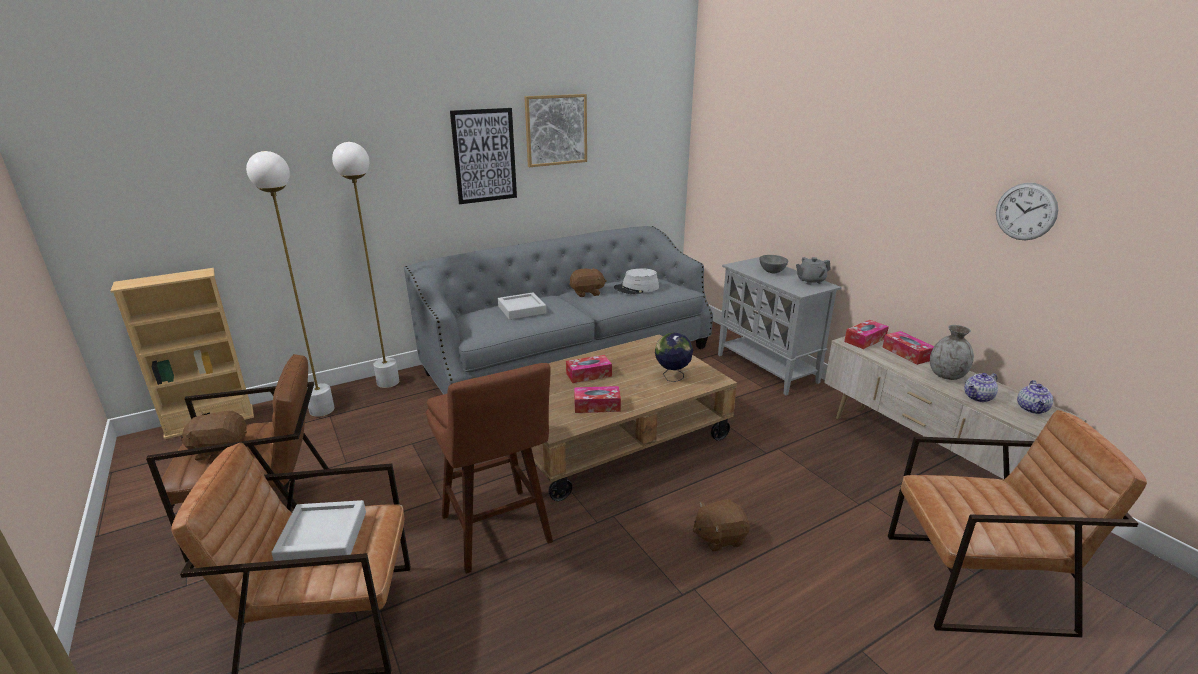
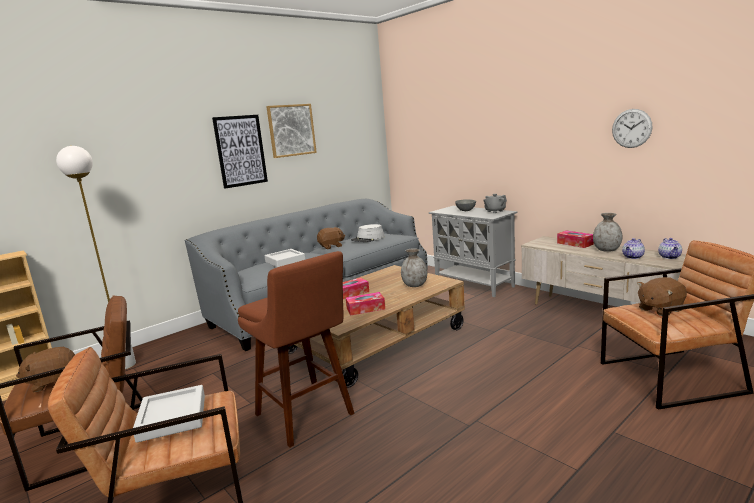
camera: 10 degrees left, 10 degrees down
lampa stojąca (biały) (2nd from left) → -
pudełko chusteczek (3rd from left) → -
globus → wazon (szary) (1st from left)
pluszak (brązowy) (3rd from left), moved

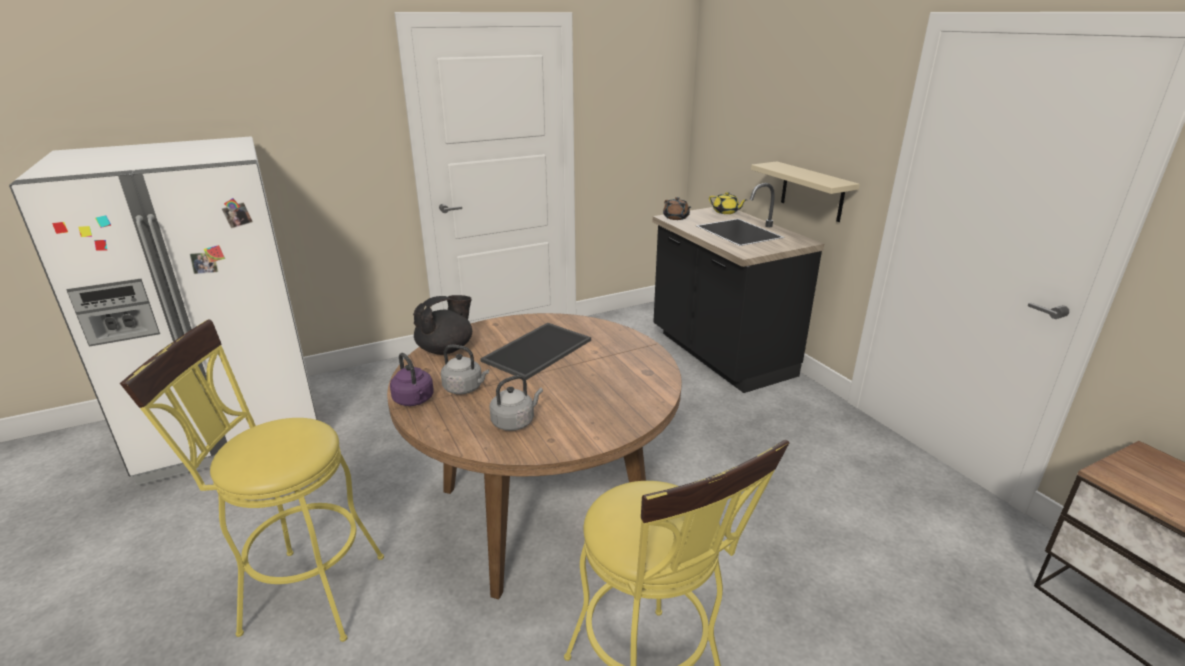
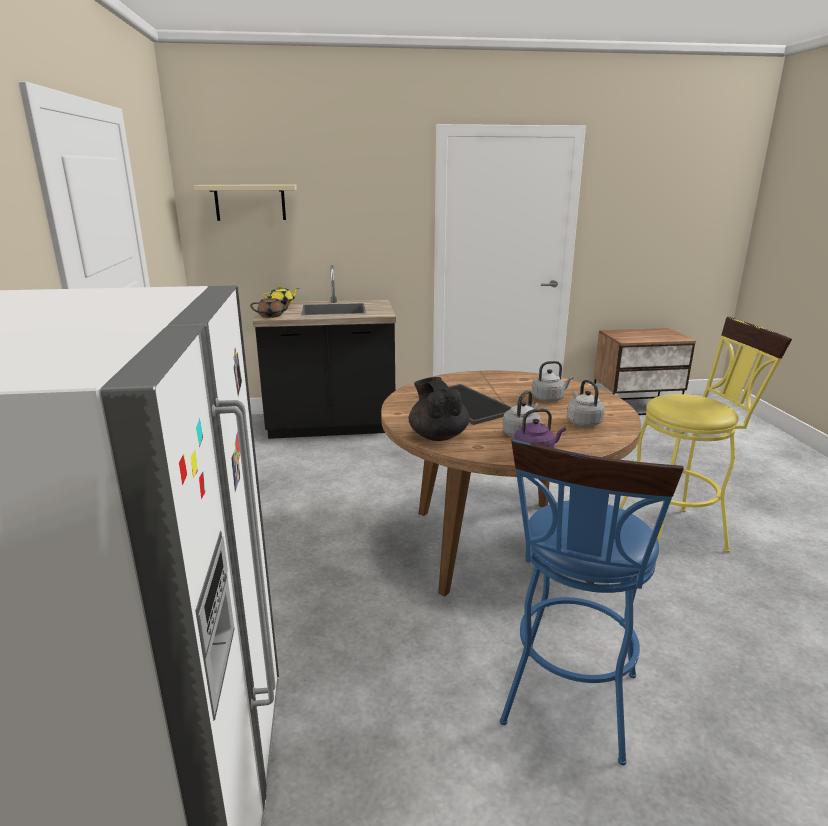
camera: 70 degrees left, 5 degrees down
półka (beżowy), moved
stołek (żółty) (1st from left) → stołek (niebieski)
- → czajnik (szary) (2nd from left)

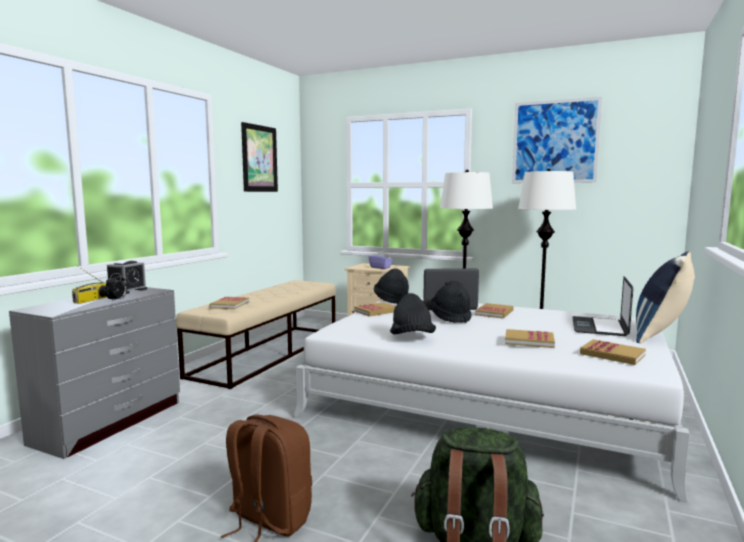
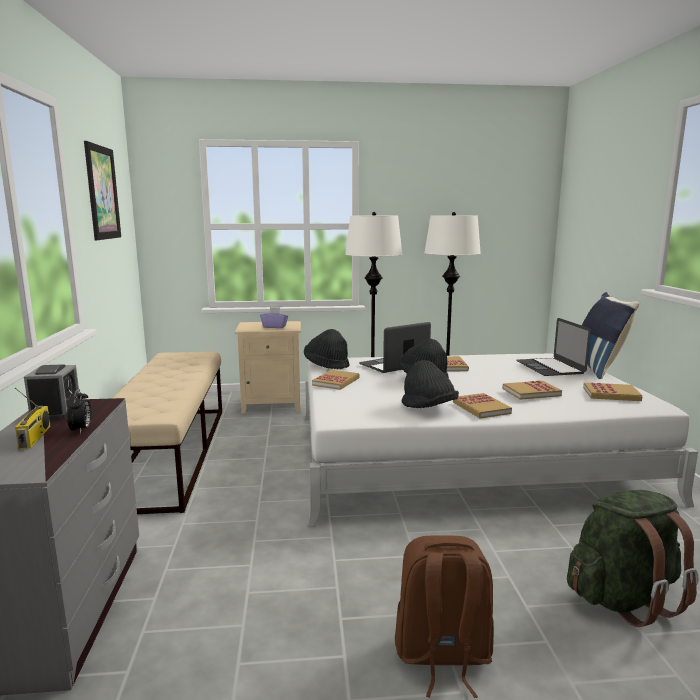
camera: 30 degrees left, 5 degrees up
obraz (2nd from left) → -
książka (1st from left in the first image) → książka (3rd from left), moved

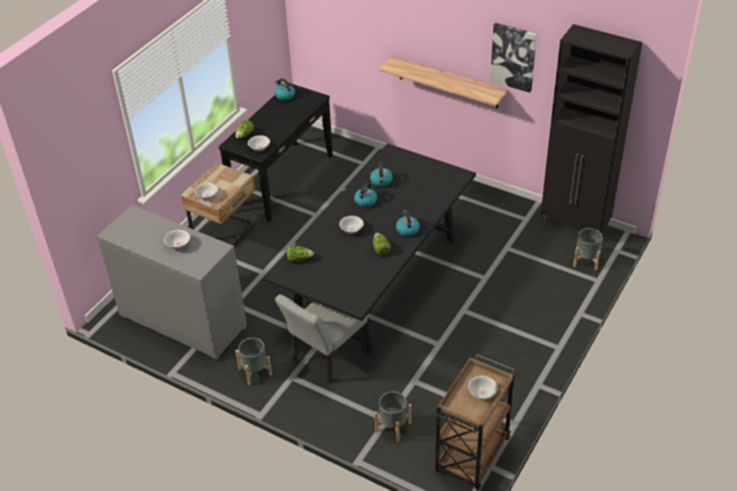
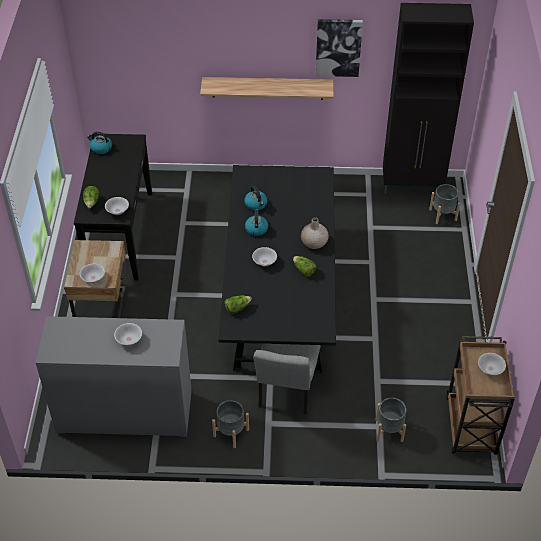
camera: 30 degrees left, 5 degrees up
czajnik (4th from left) → wazon (beżowy)

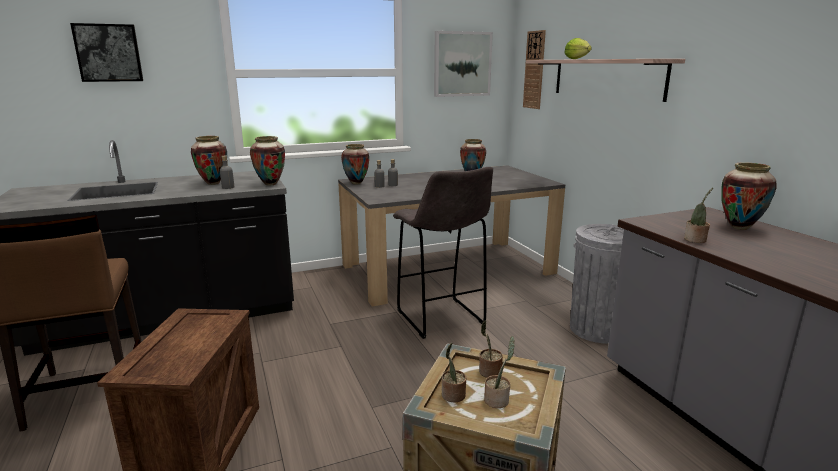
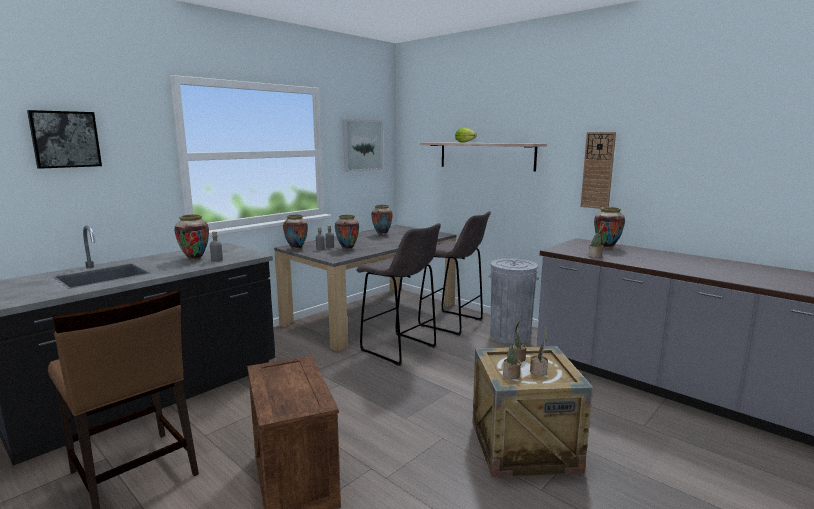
camera: 25 degrees left, 5 degrees down
zegar ścienny, moved
wazon (2nd from left in the first image) → wazon (3rd from left), moved
- → stołek (szary) (2nd from left)

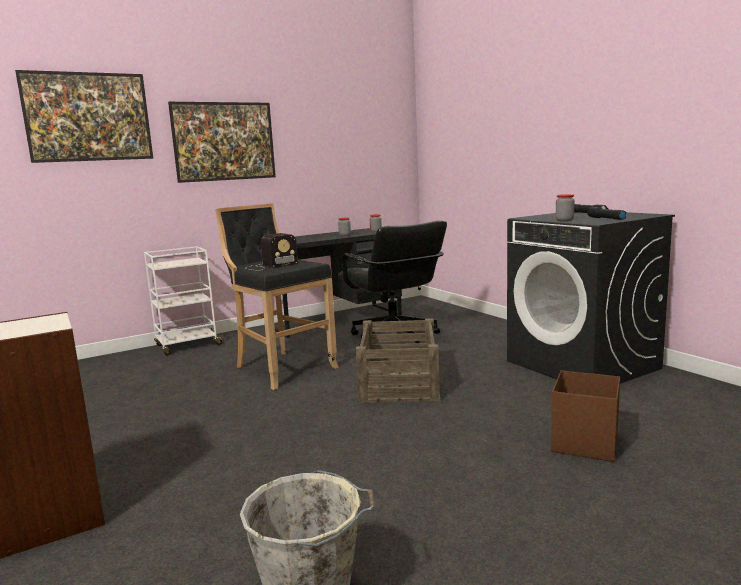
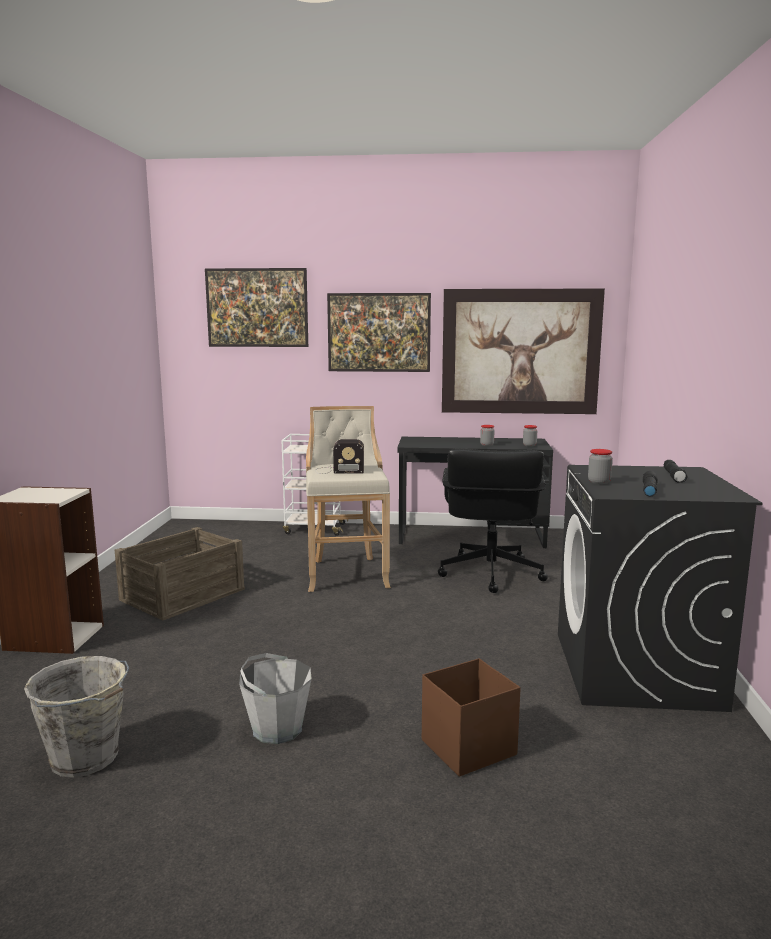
camera: 35 degrees right, 0 degrees up
stołek (czarny) → stołek (beżowy)
skrzynka, moved
- → obraz (3rd from left)
- → wiadro (szary) (2nd from left)

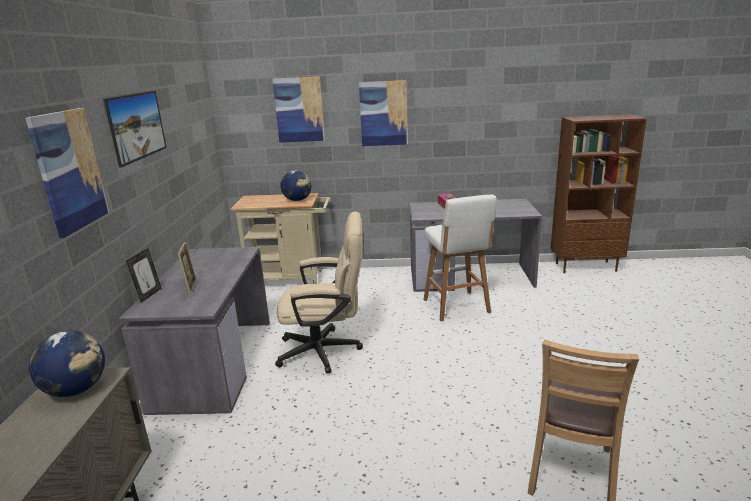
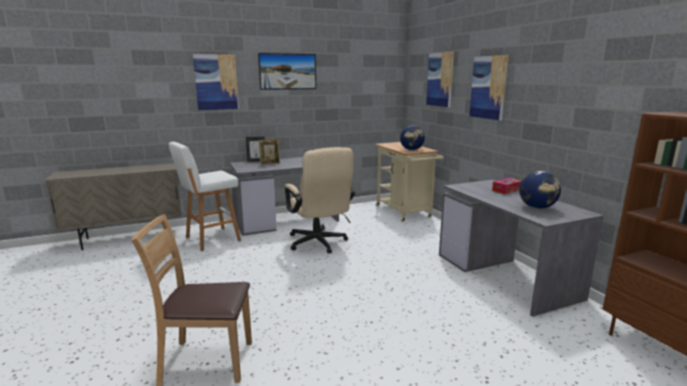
camera: 65 degrees right, 5 degrees down
stołek (biały), moved
globus (1st from left in the first image) → globus (2nd from left), moved

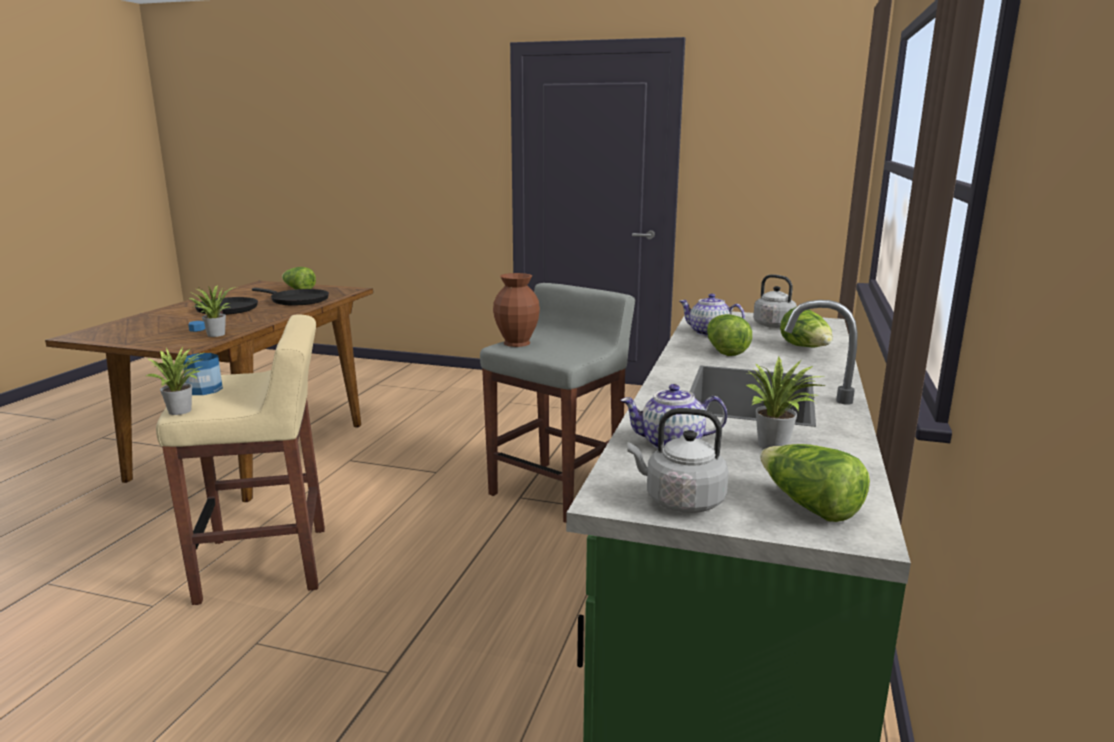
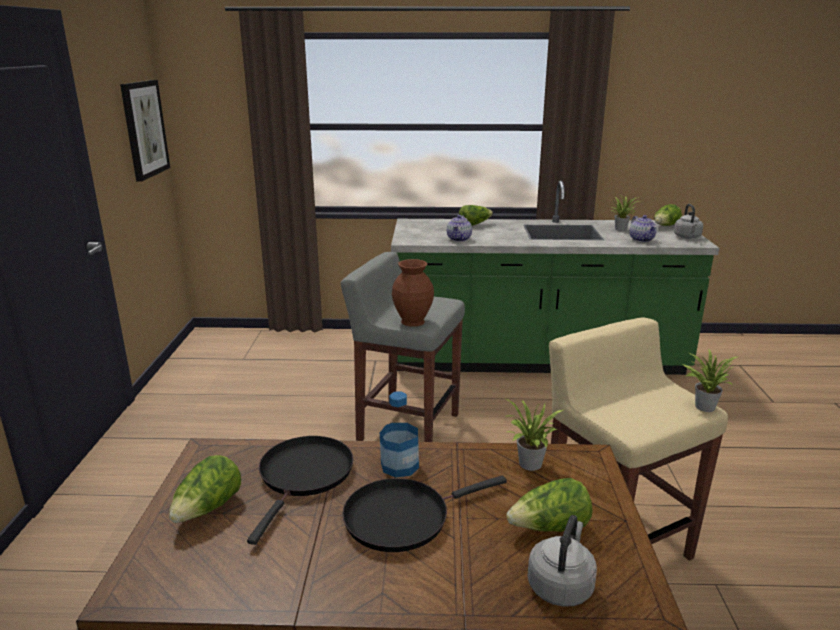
camera: 105 degrees left, 5 degrees up
czajnik (szary) (2nd from left in the first image) → czajnik (szary) (1st from left), moved
sałata (2nd from left in the first image) → sałata (3rd from left), moved
butelka, moved
- → obraz

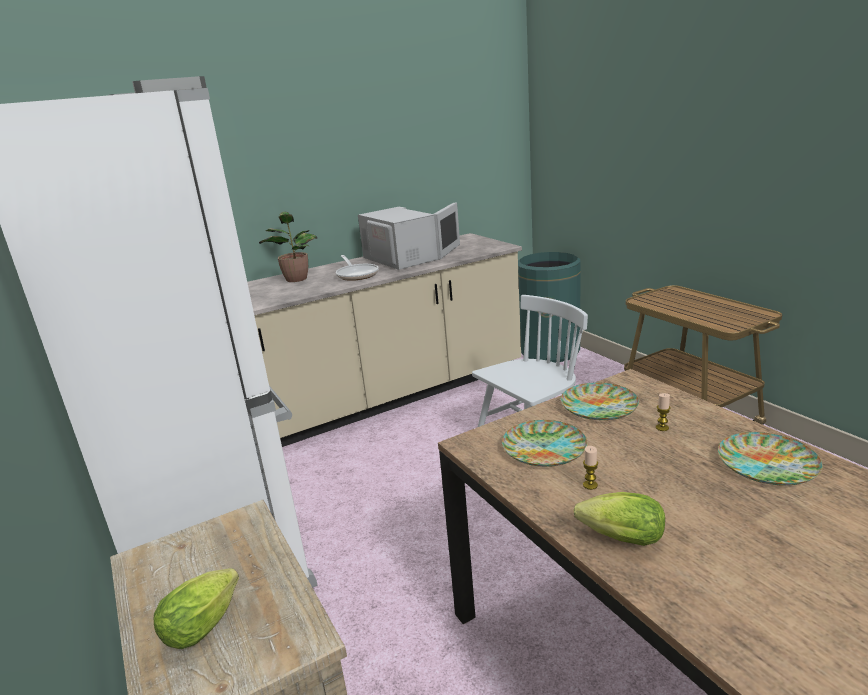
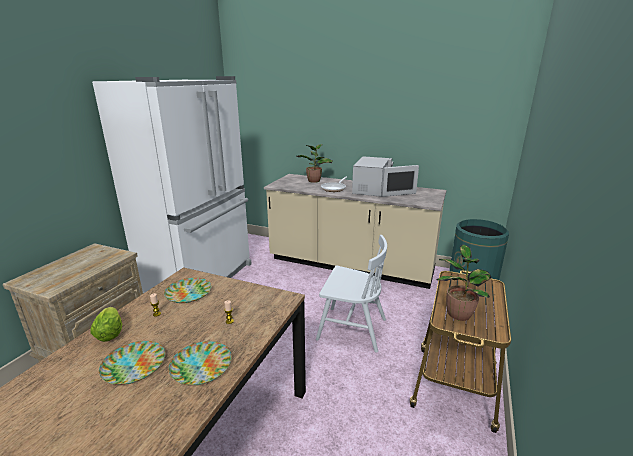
camera: 50 degrees right, 0 degrees up
talerz (2nd from left in the first image) → talerz (1st from left), moved
sałata (1st from left) → -
- → roślina doniczkowa (2nd from left)

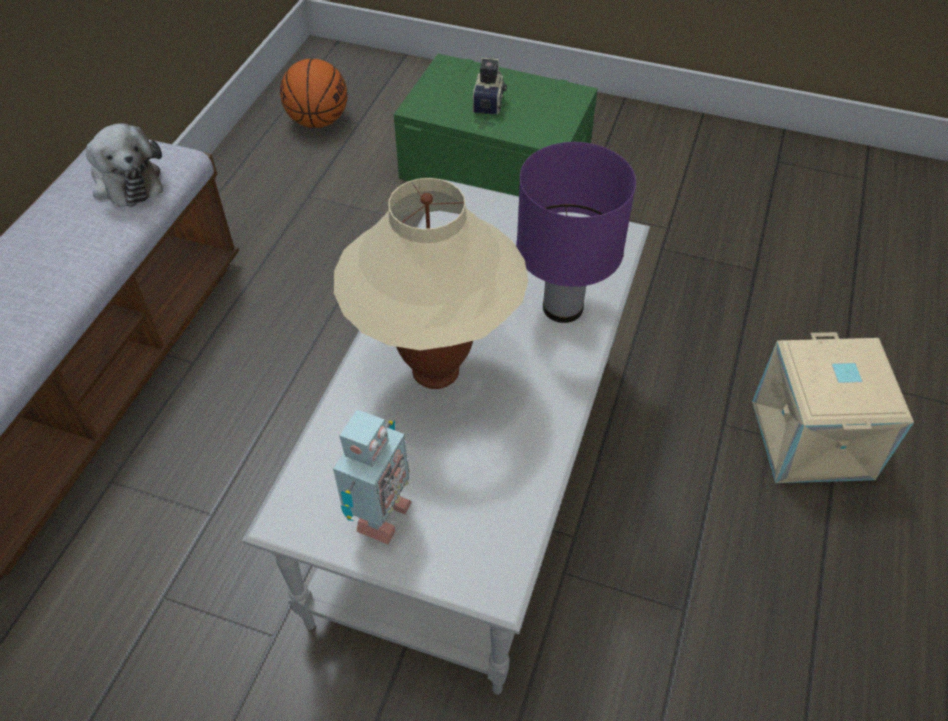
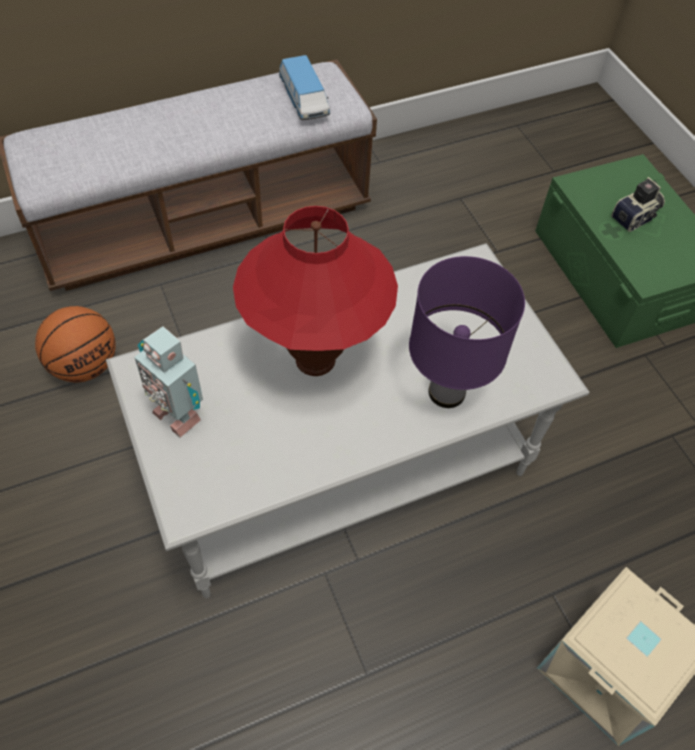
camera: 45 degrees right, 5 degrees up
piłka do koszykówki, moved
pluszak → samochodzik
lampa stołowa (beżowy) → lampa stołowa (czerwony)
robot zabawkowy, 60 degrees clockwise

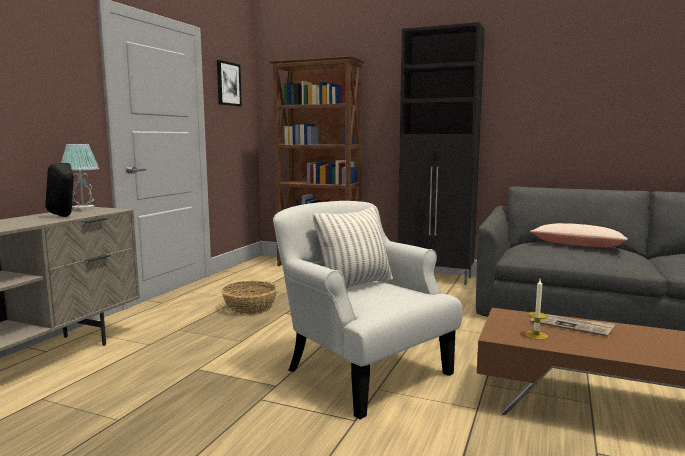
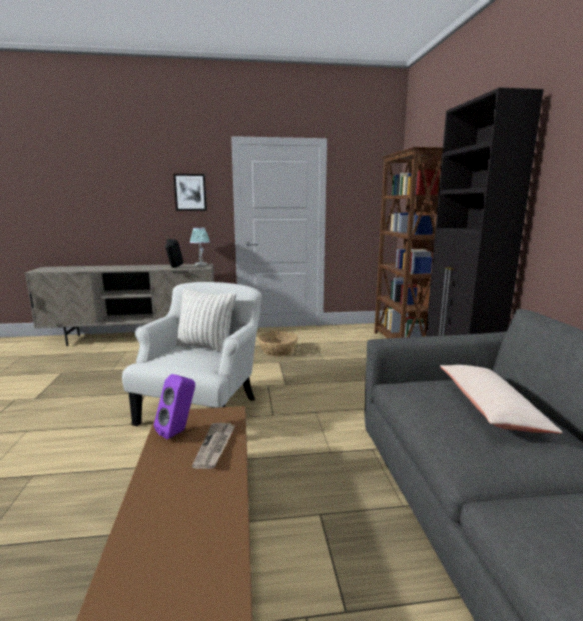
camera: 60 degrees right, 5 degrees up
obraz, moved
świeca → głośnik (fioletowy)

